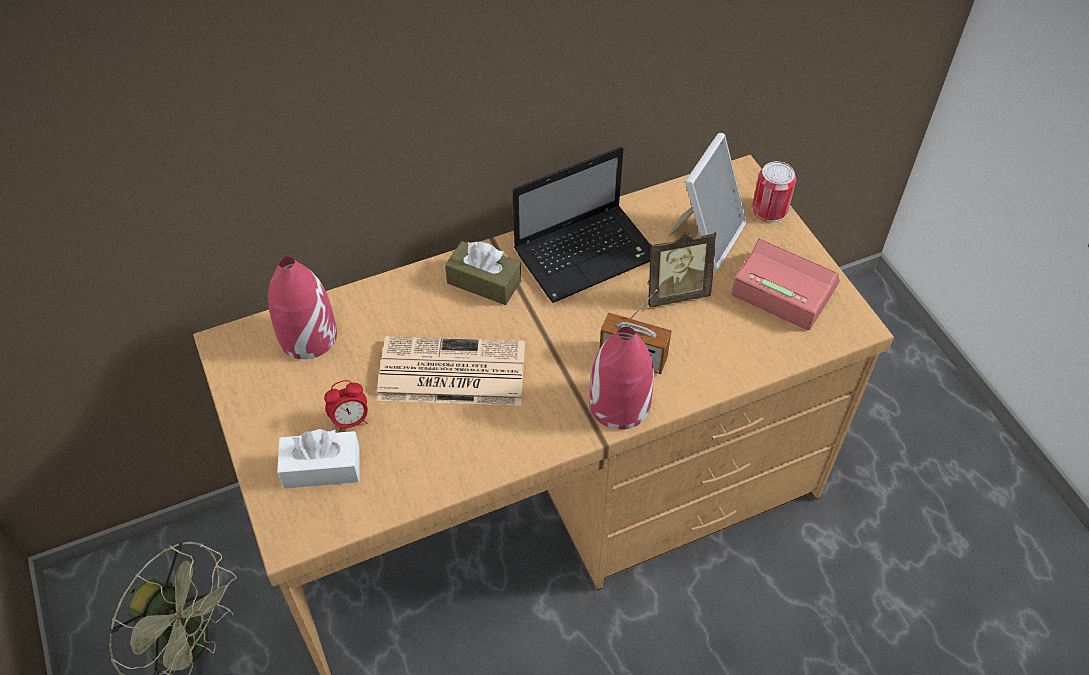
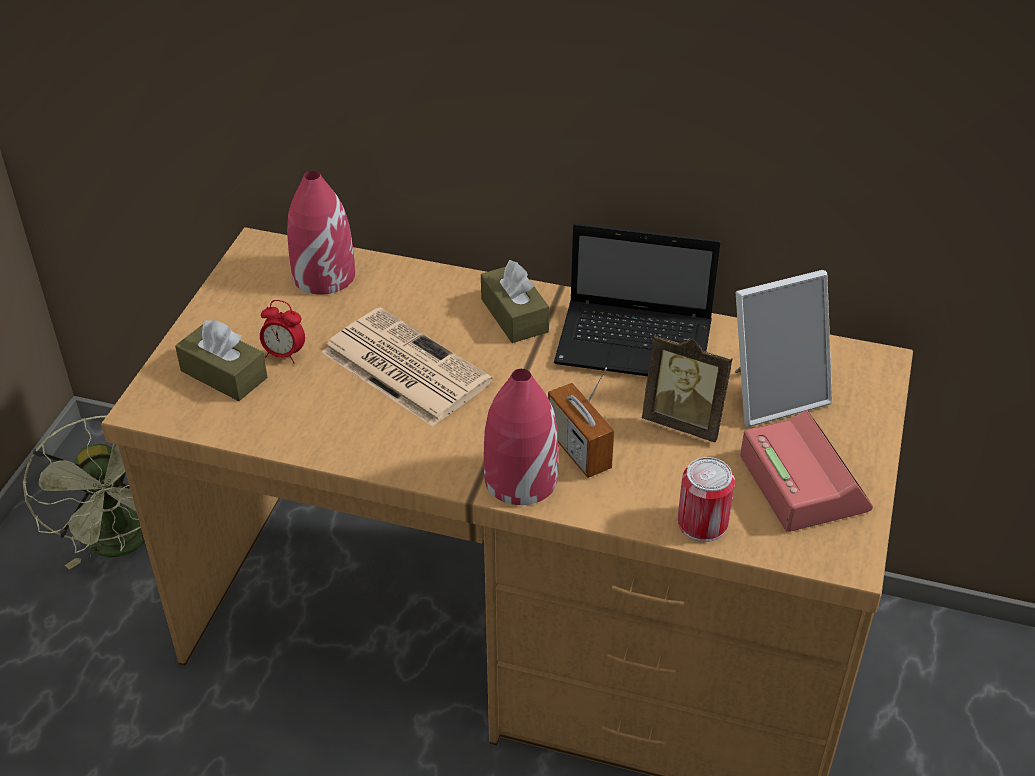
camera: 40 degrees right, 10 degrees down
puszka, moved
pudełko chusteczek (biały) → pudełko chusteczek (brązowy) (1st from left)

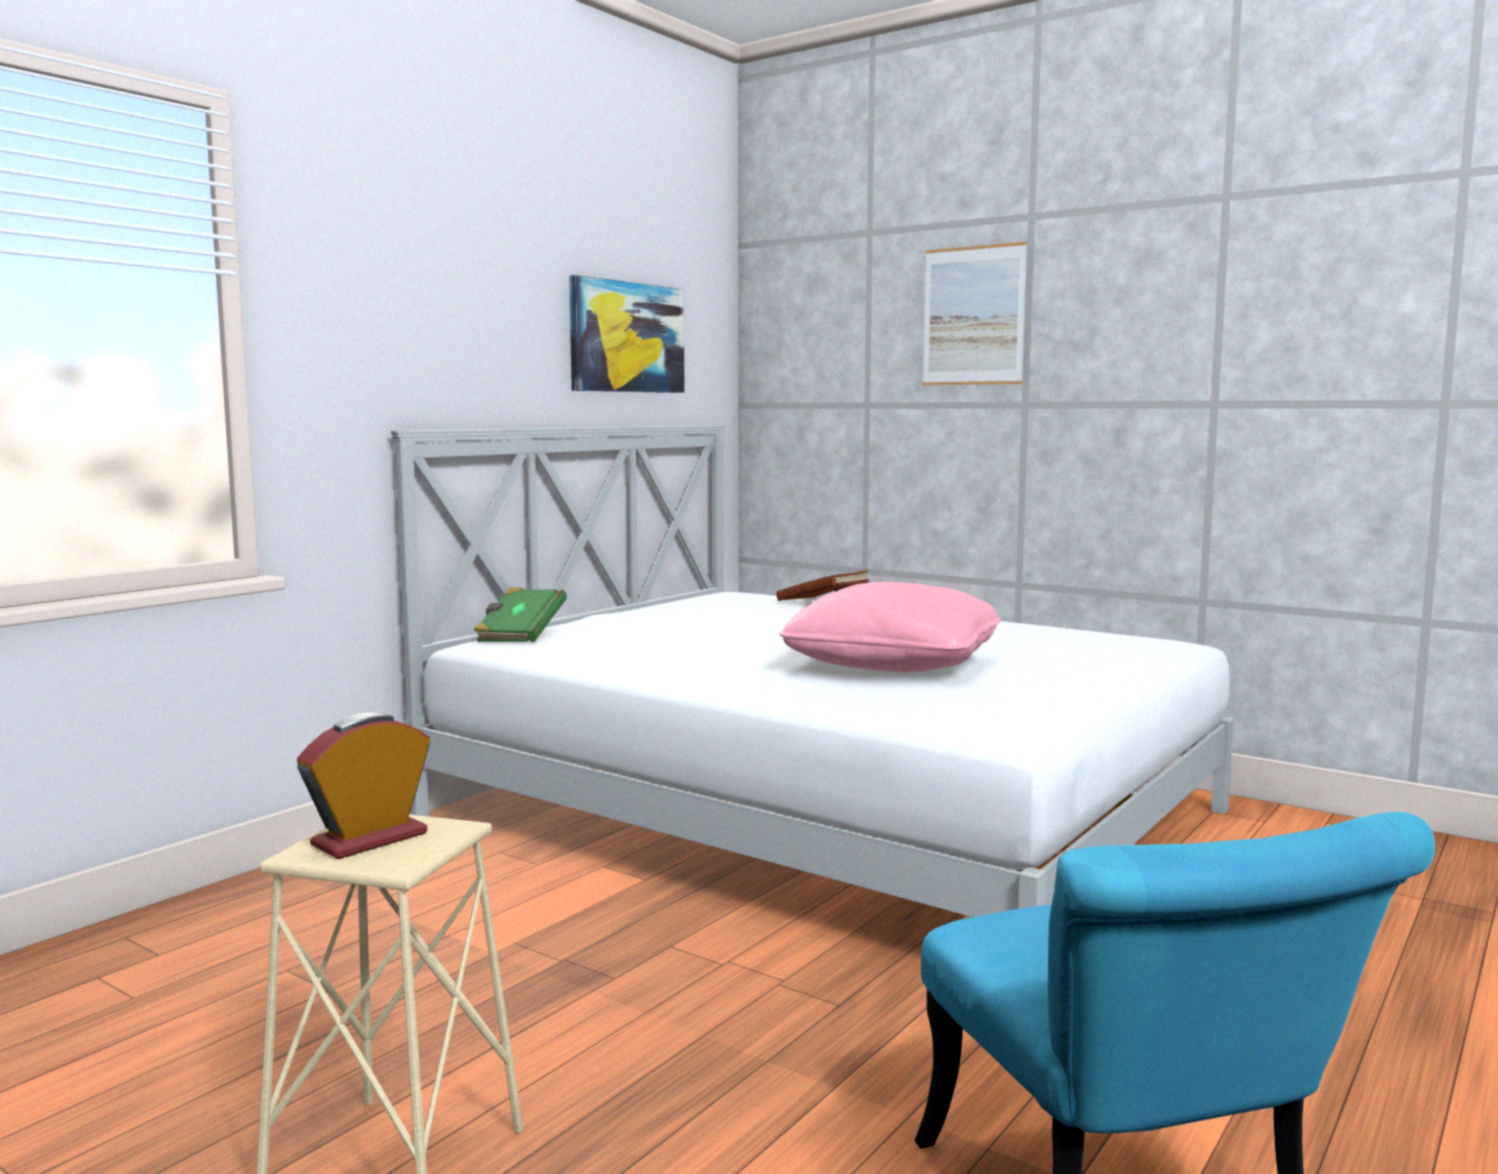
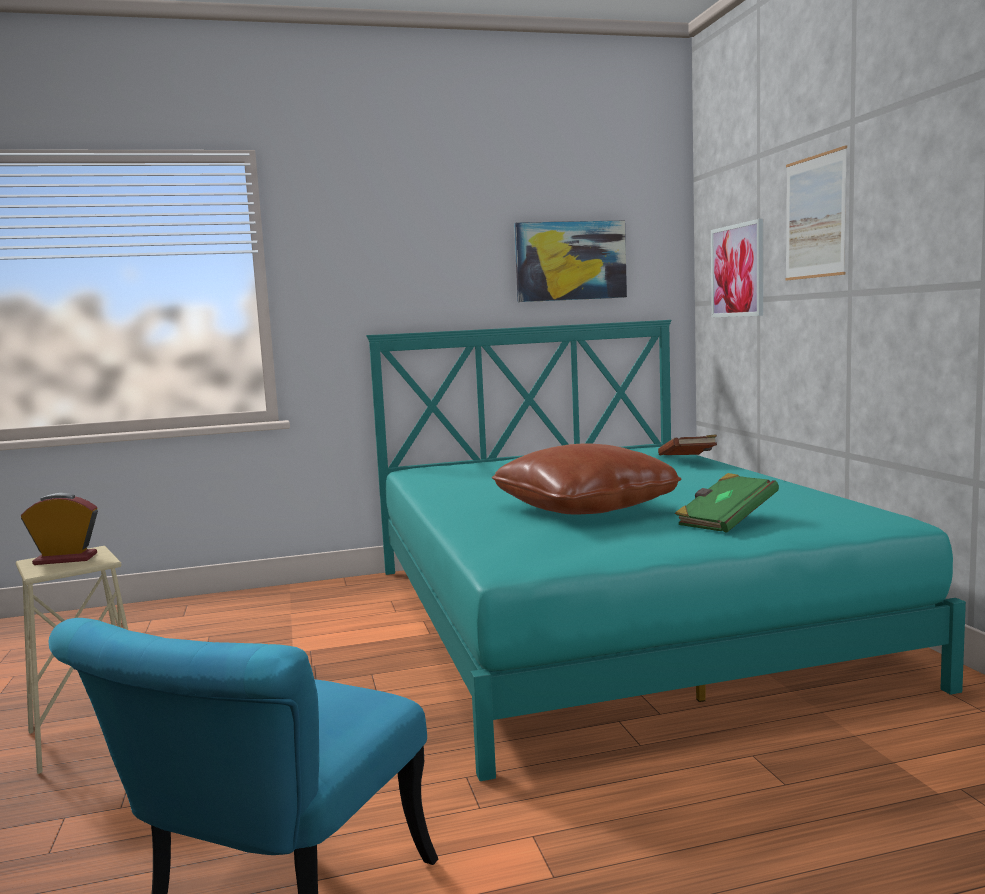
camera: 40 degrees right, 0 degrees up
łóżko (biały) → łóżko (turkusowy)
poduszka (różowy) → poduszka (brązowy)
książka (zielony), moved
- → obraz (2nd from left)

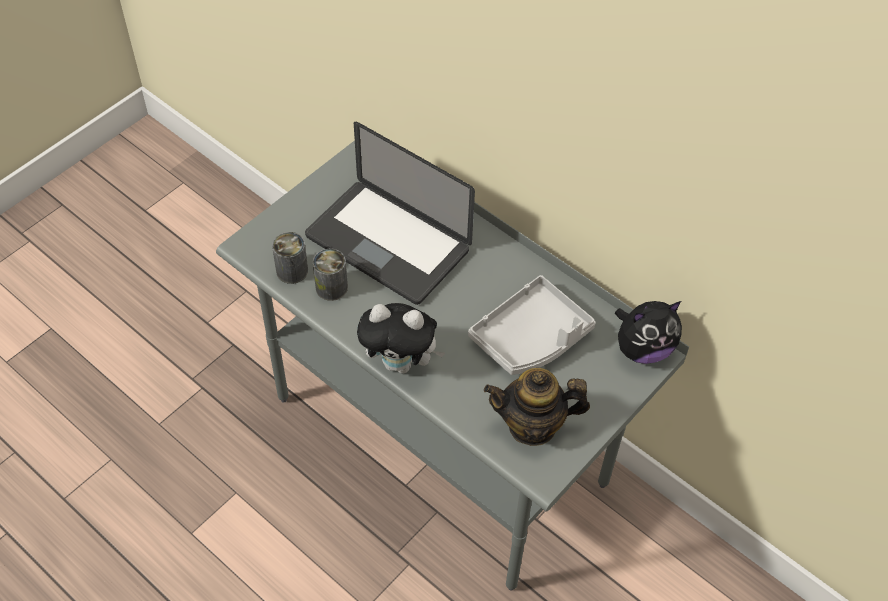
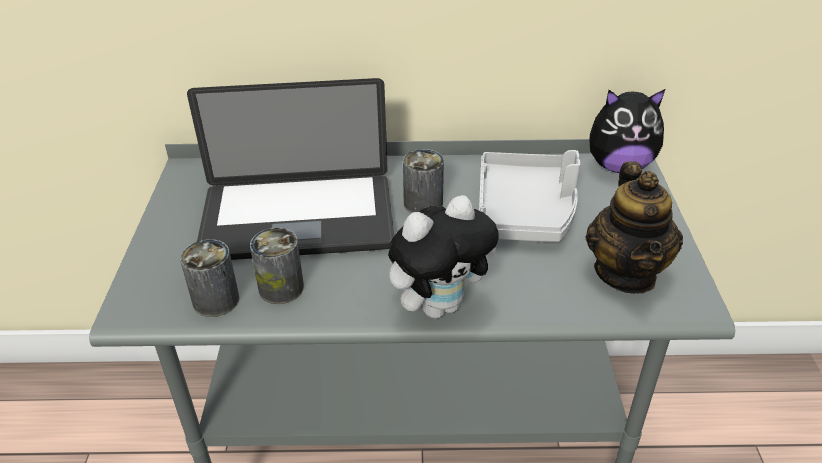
camera: 40 degrees left, 15 degrees down
pluszak (2nd from left), 60 degrees clockwise
imbryk, 45 degrees counterclockwise
- → puszka (3rd from left)

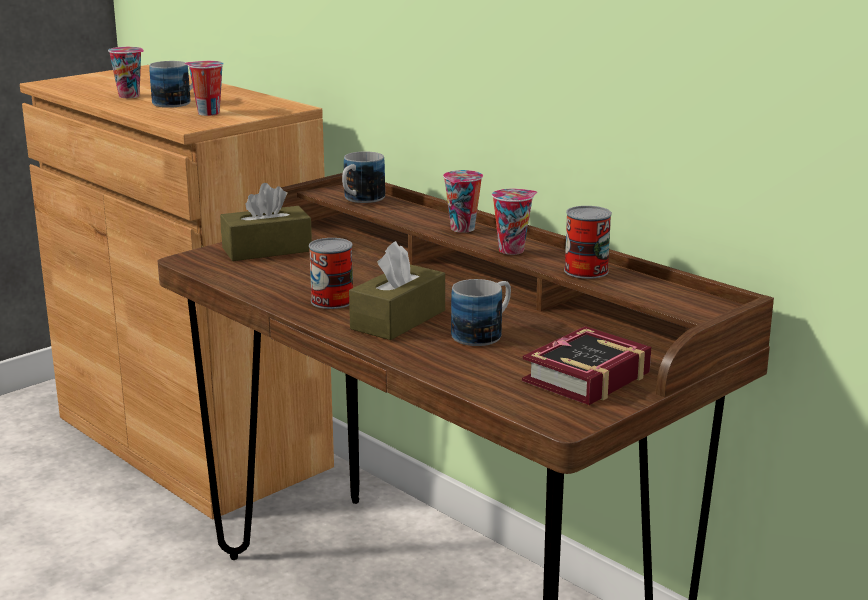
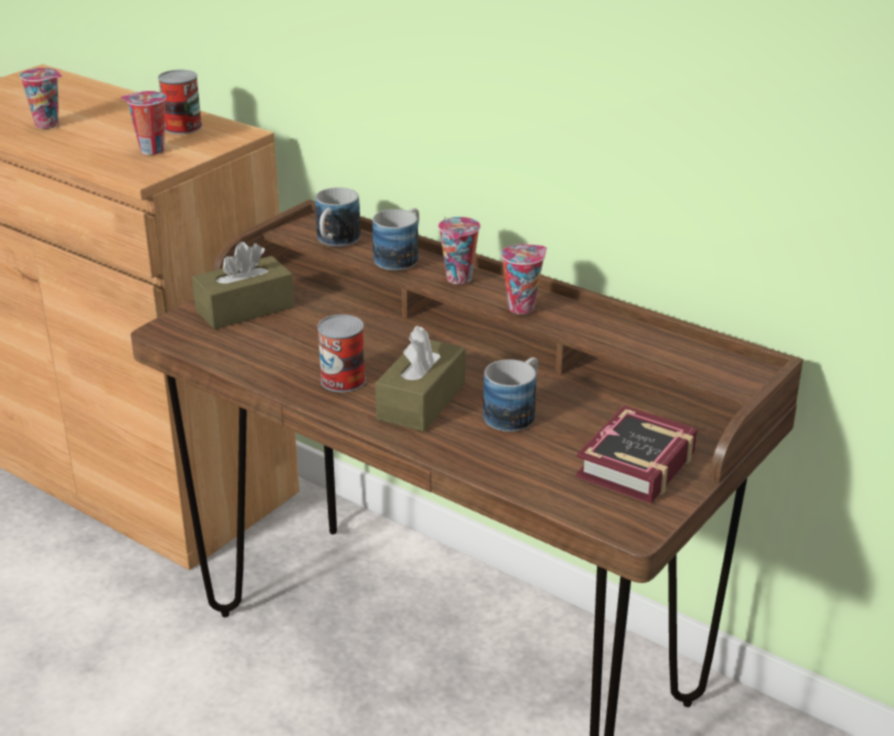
camera: 10 degrees left, 10 degrees up
kubek (1st from left in the first image) → kubek (2nd from left), moved
puszka (2nd from left in the first image) → puszka (1st from left), moved

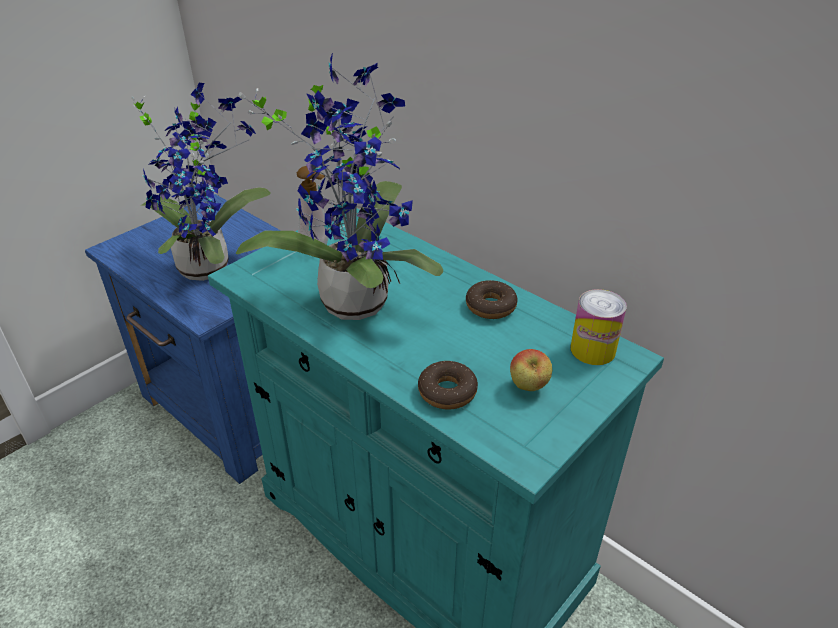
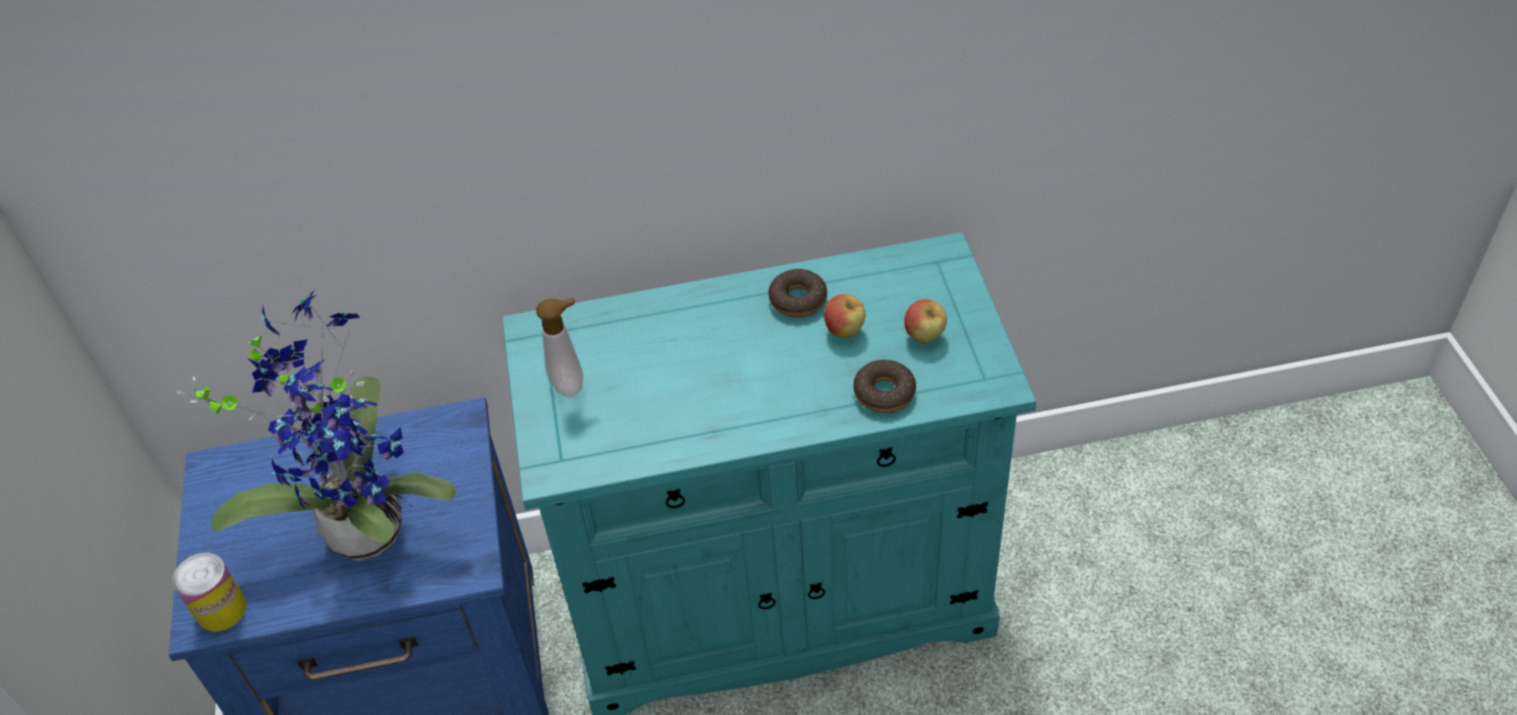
camera: 50 degrees left, 10 degrees up
roślina doniczkowa (2nd from left) → -
puszka, moved
- → jabłko (1st from left)

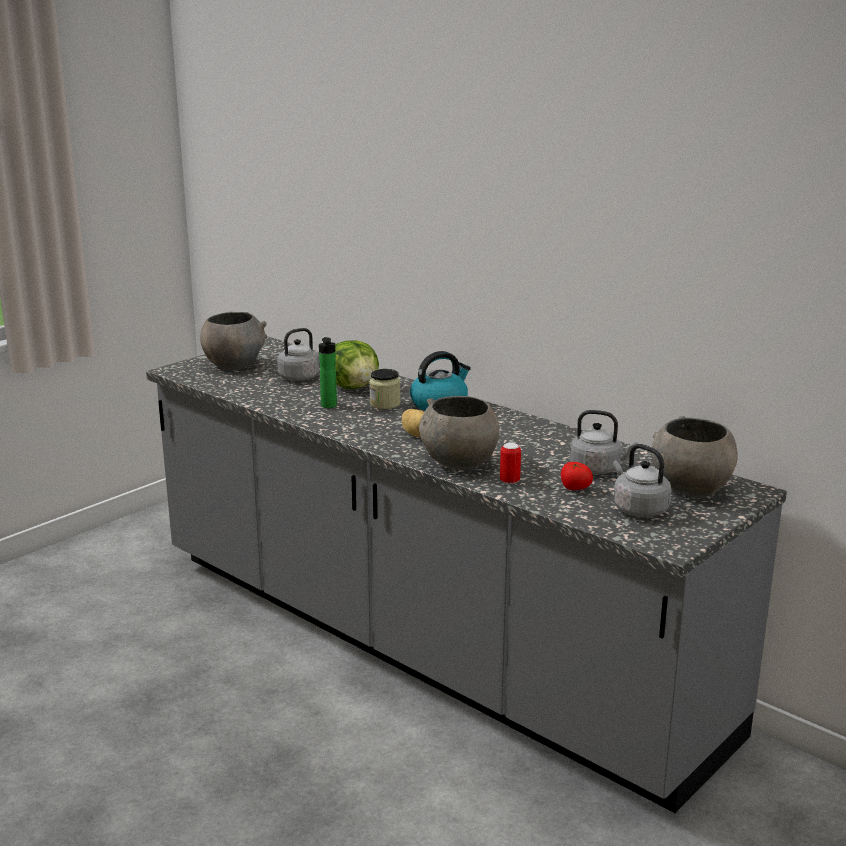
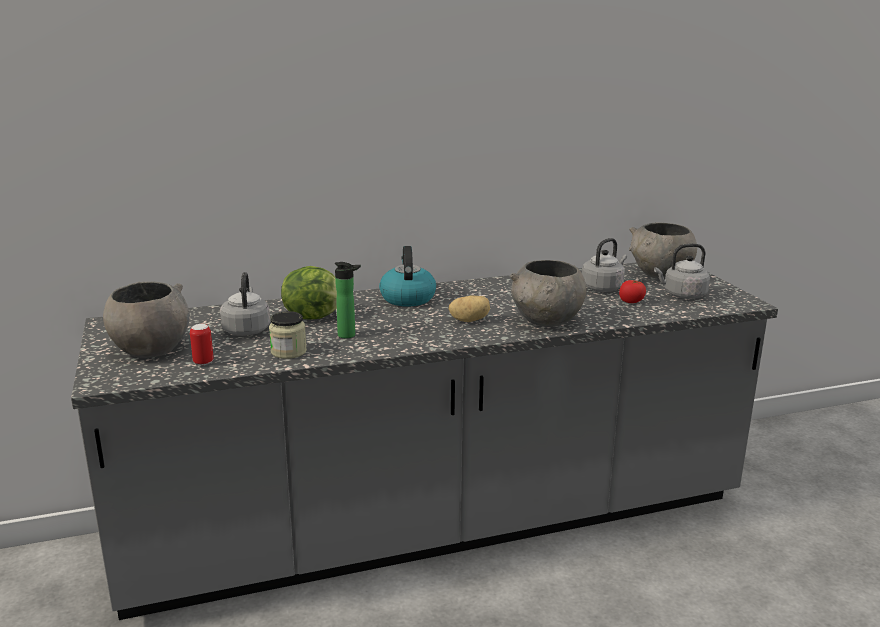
camera: 60 degrees left, 0 degrees up
słoik, moved
puszka, moved

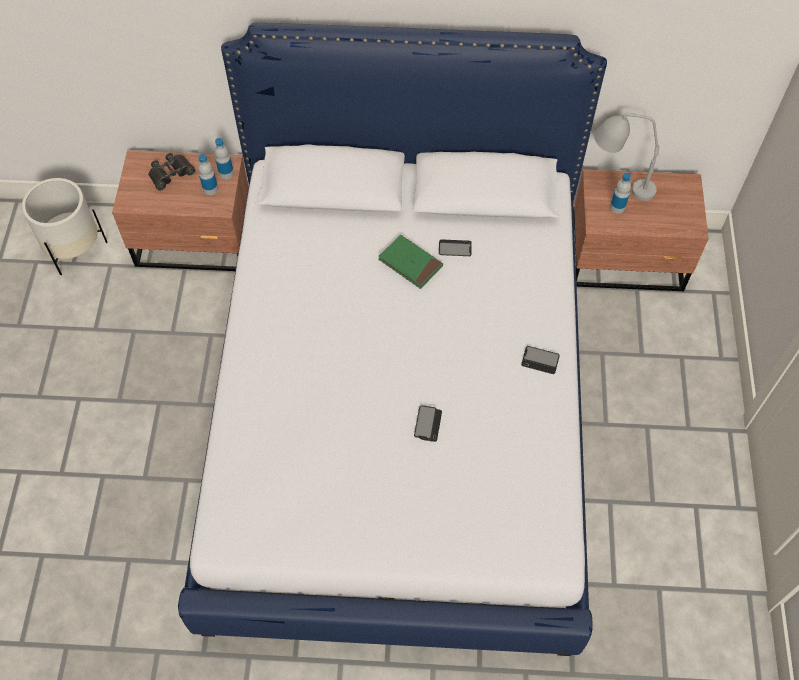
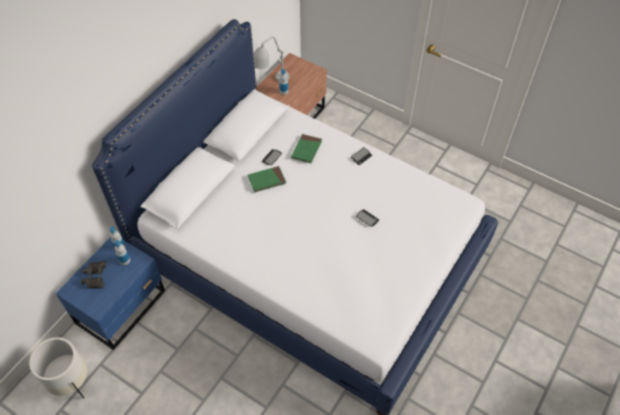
camera: 60 degrees left, 5 degrees down
szafka nocna (brązowy) (1st from left) → szafka nocna (niebieski)
- → książka (zielony) (2nd from left)

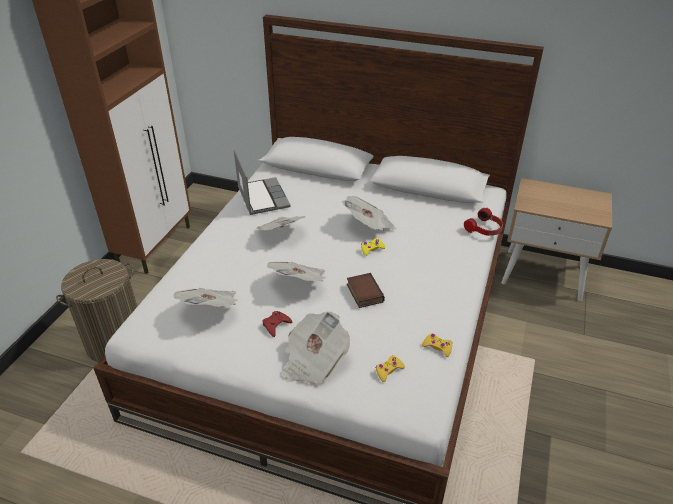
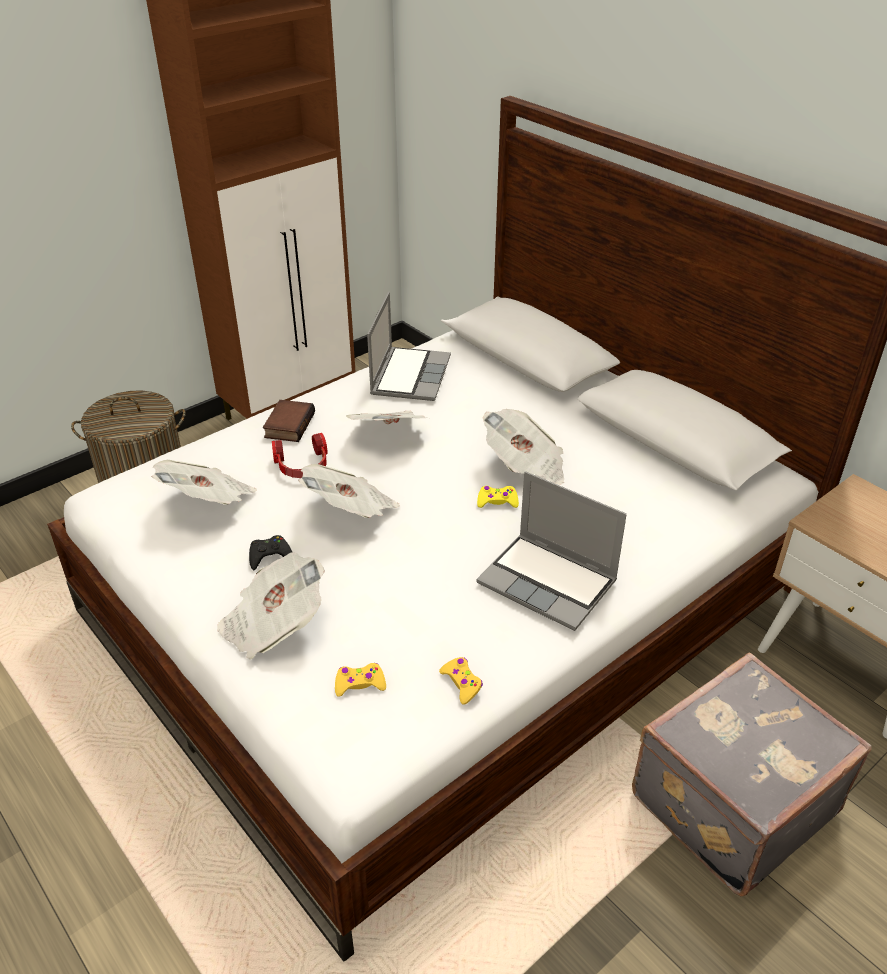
camera: 30 degrees right, 0 degrees up
słuchawki, moved
książka, moved
pad do gier (czerwony) → pad do gier (czarny)
- → laptop (2nd from left)
- → walizka (szary)

